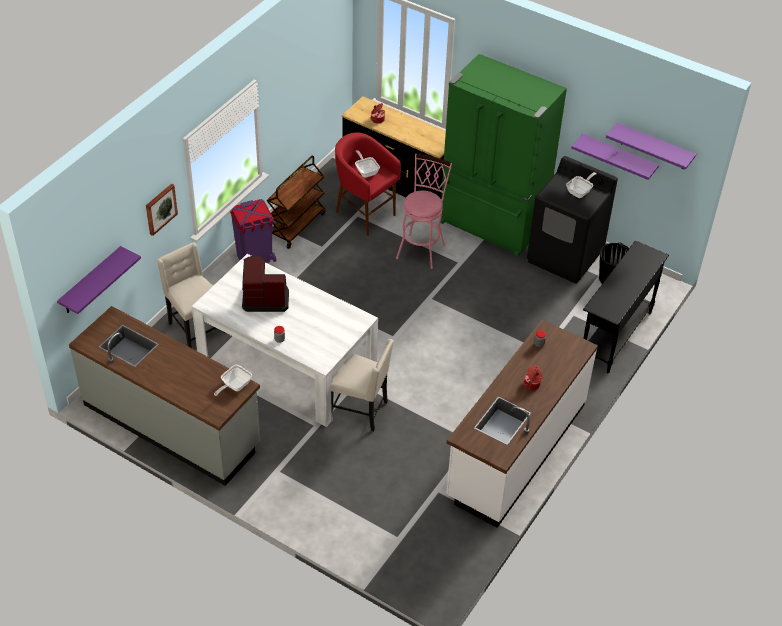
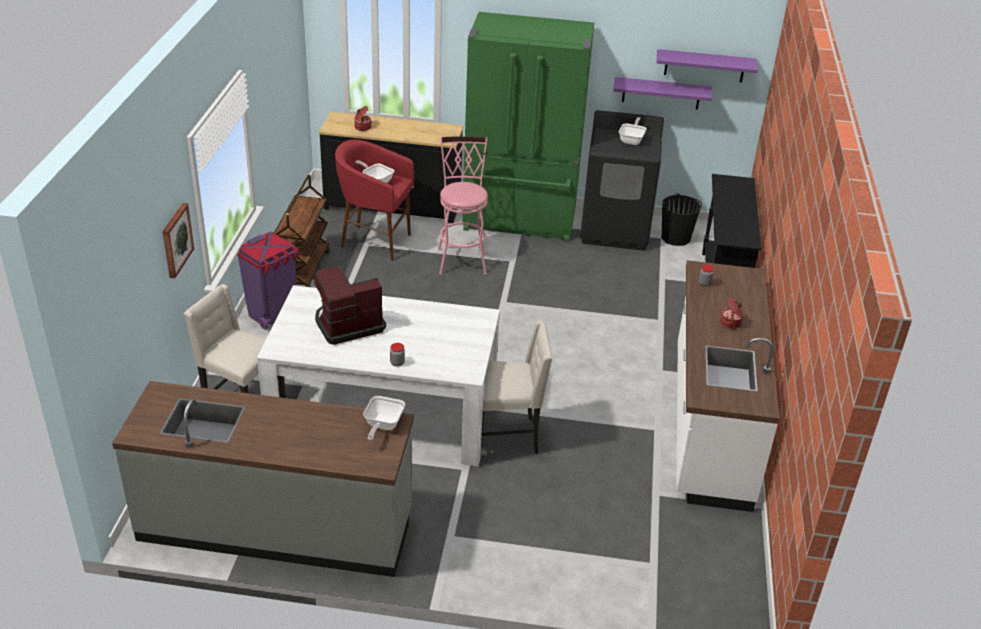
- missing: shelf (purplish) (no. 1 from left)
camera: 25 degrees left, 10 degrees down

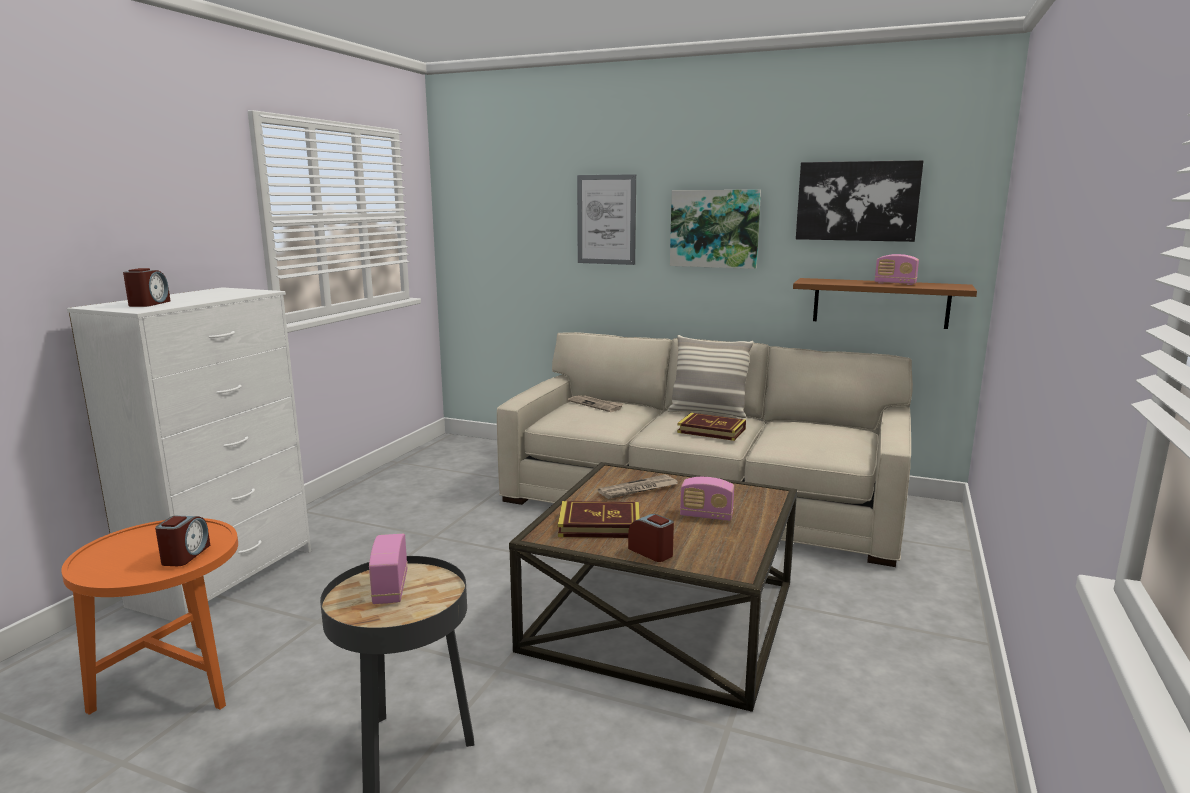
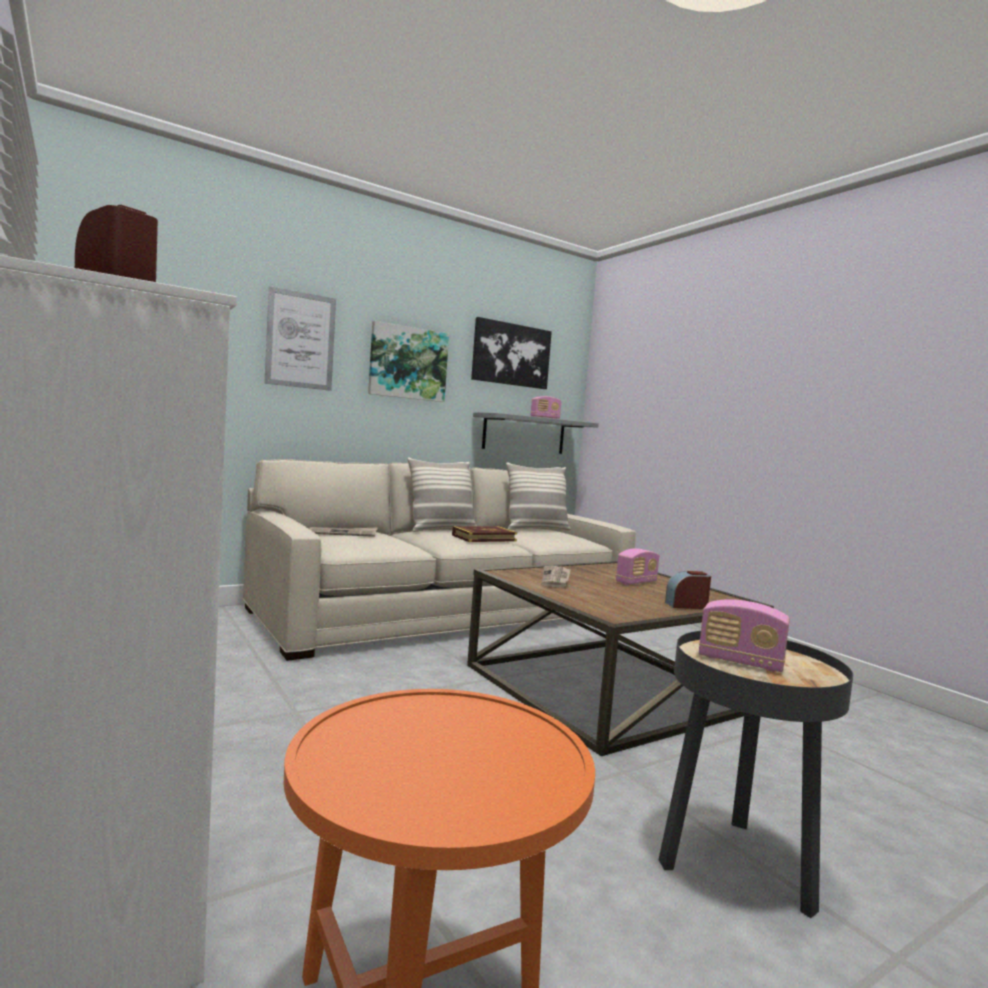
- missing: table clock (no. 2 from left)
- missing: book (no. 1 from left)
- colour: shelf (brown-coloured) to shelf (greyish)
- appeared: throw pillow (no. 2 from left)
camera: 55 degrees left, 10 degrees down

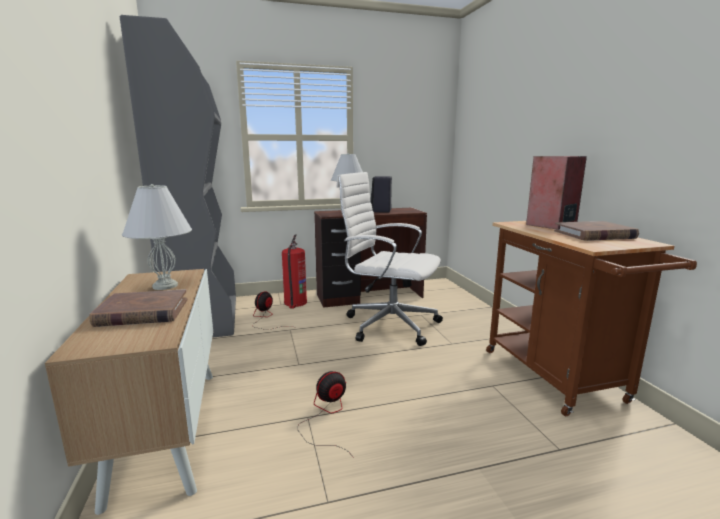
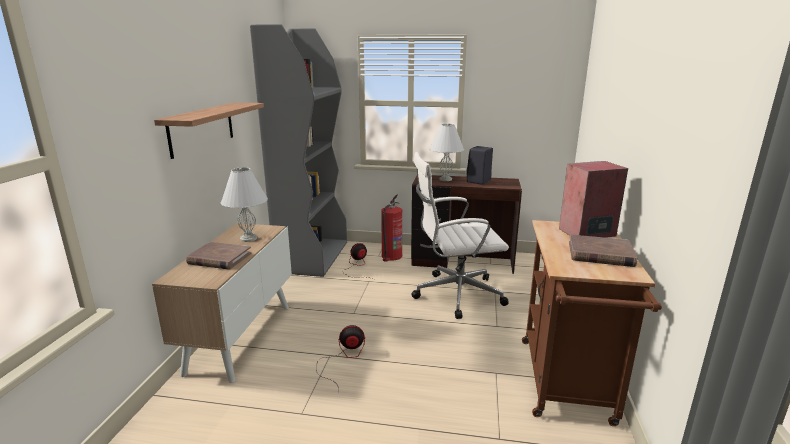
- spun: desk chair (white) 60 degrees counterclockwise
- appeared: shelf
camera: 25 degrees right, 5 degrees up

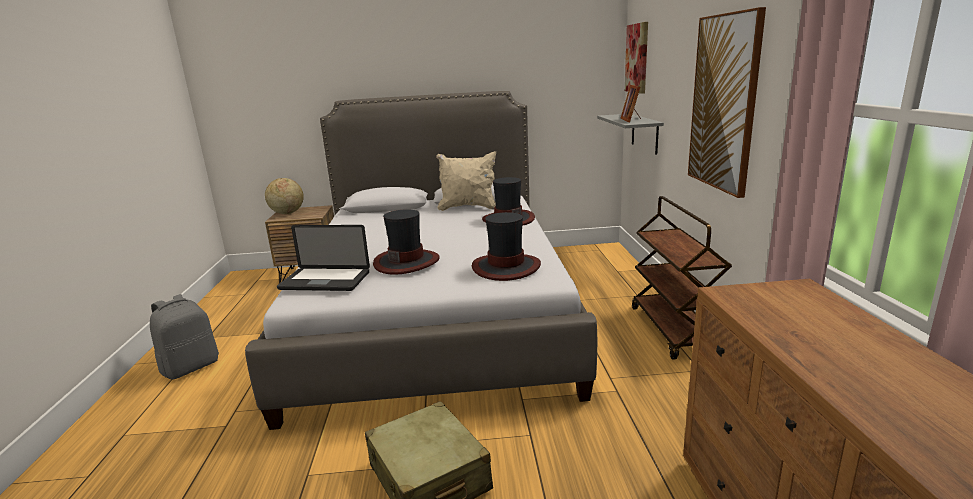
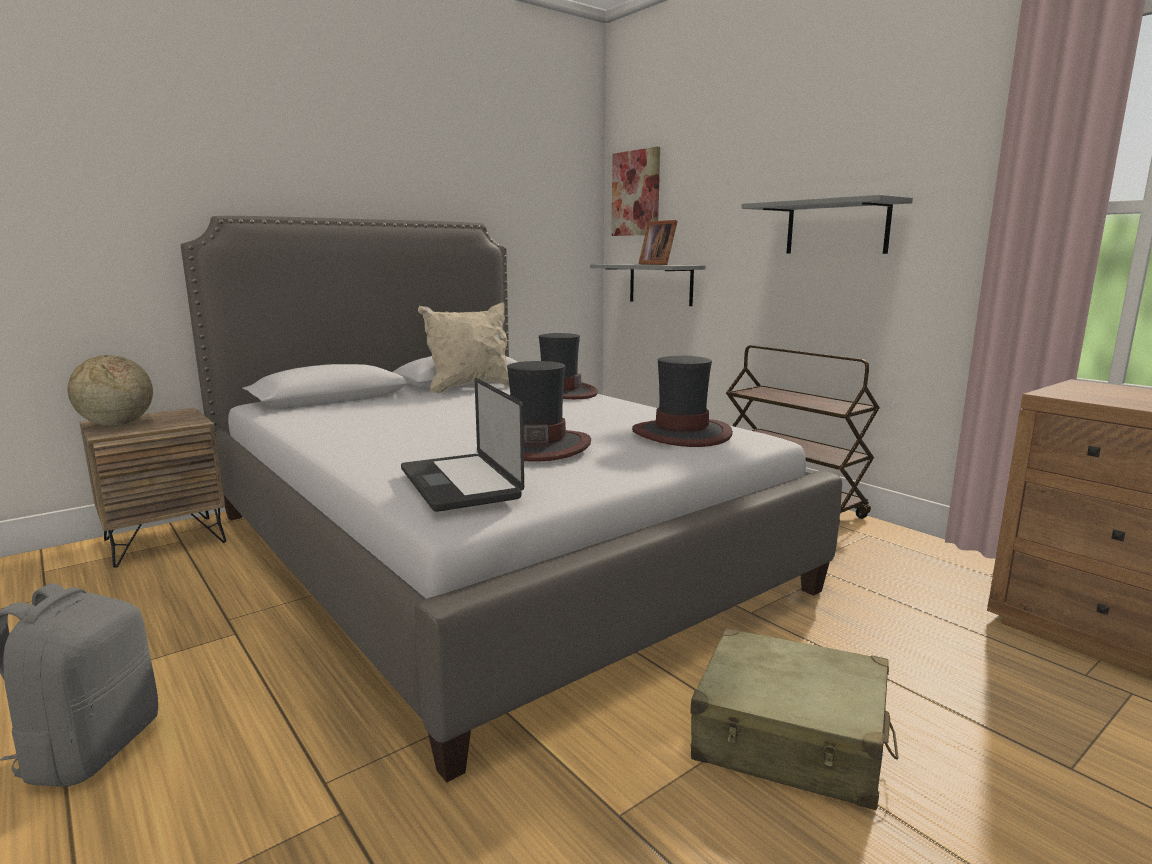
- spun: laptop 90 degrees clockwise
- exchanged: wall art (no. 2 from left) to shelf (greyish) (no. 2 from left)
camera: 35 degrees left, 5 degrees down

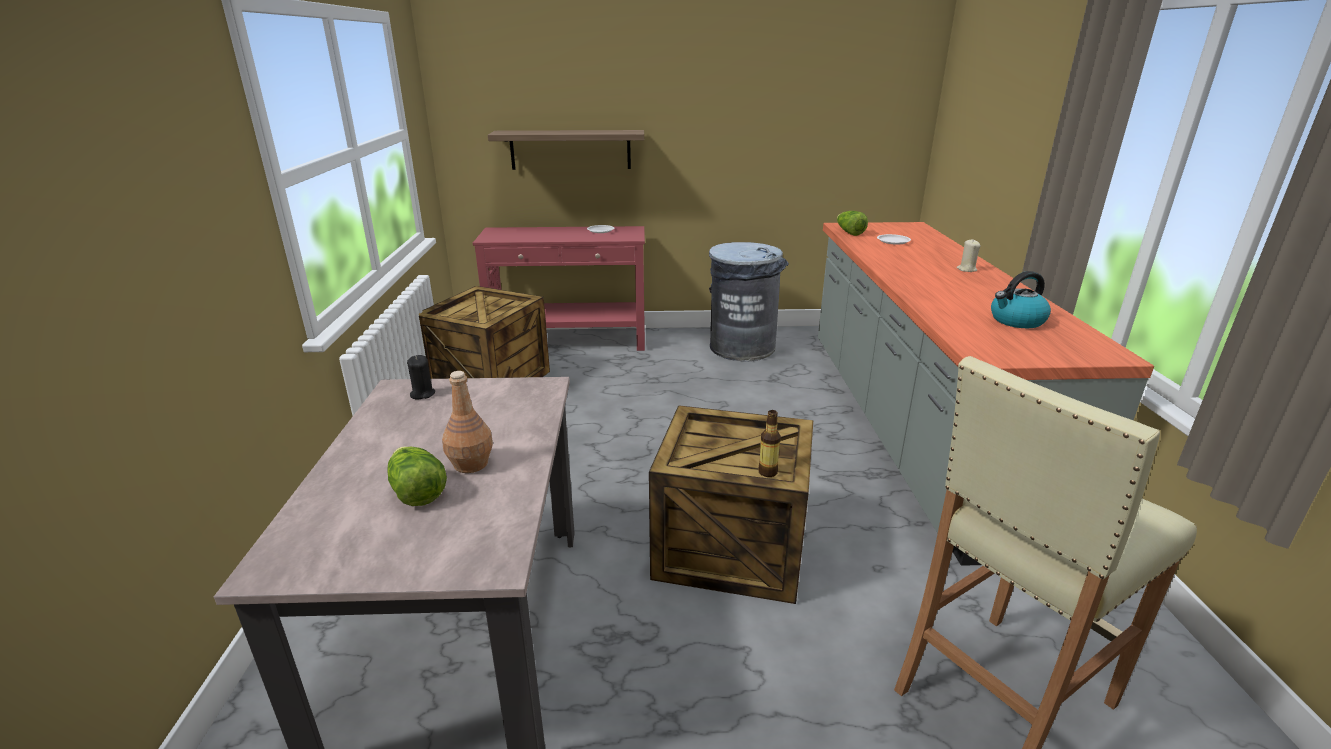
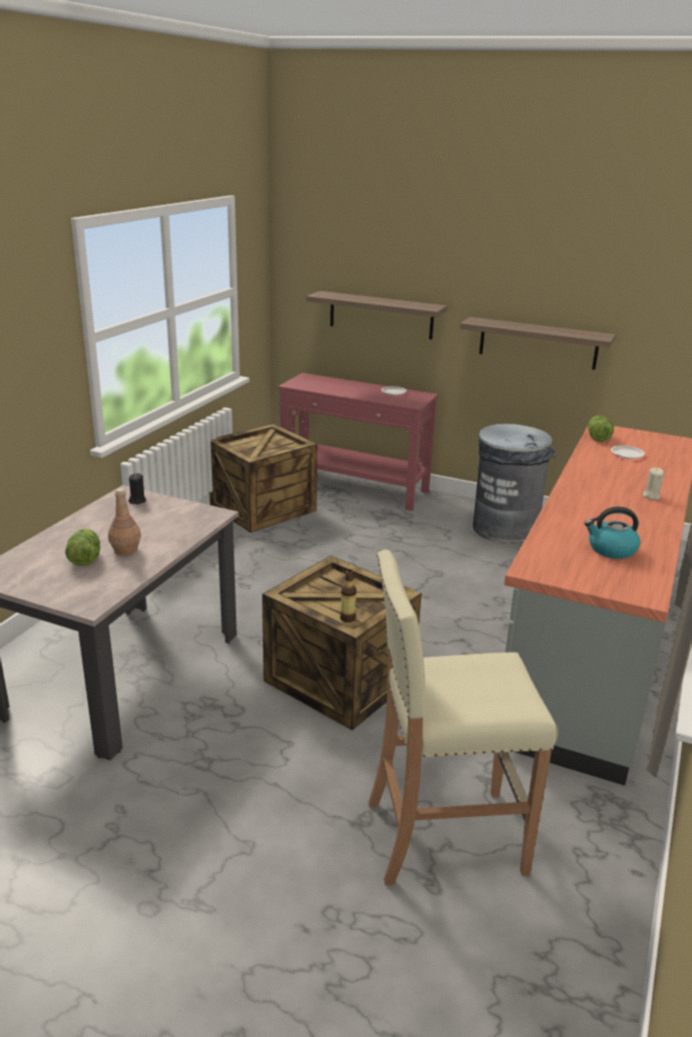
- appeared: shelf (no. 2 from left)
camera: 25 degrees right, 0 degrees up

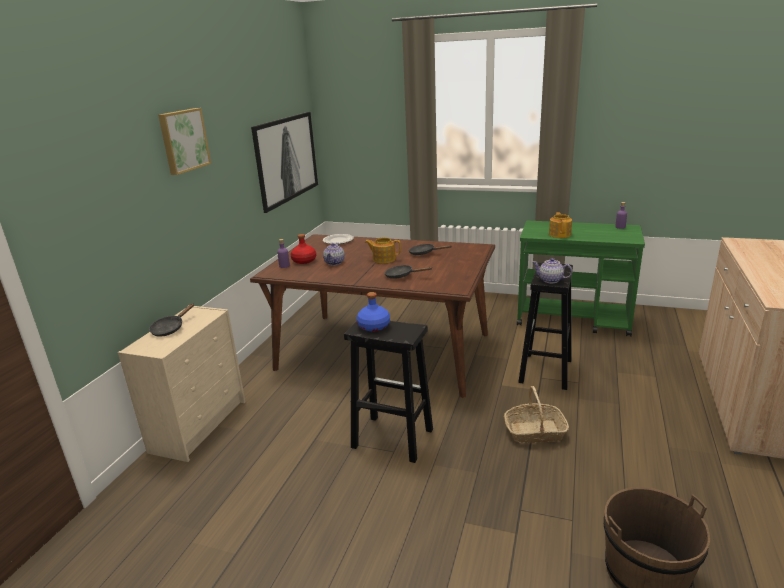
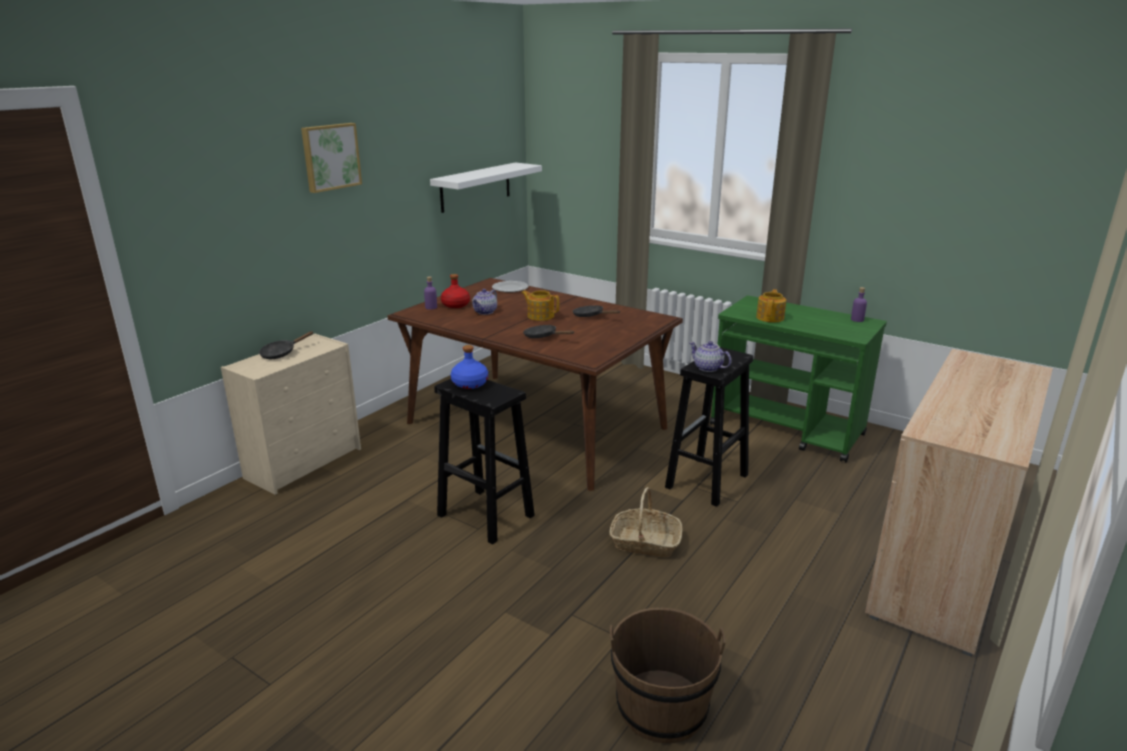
- exchanged: wall art (no. 2 from left) to shelf (white)
camera: 15 degrees right, 0 degrees up

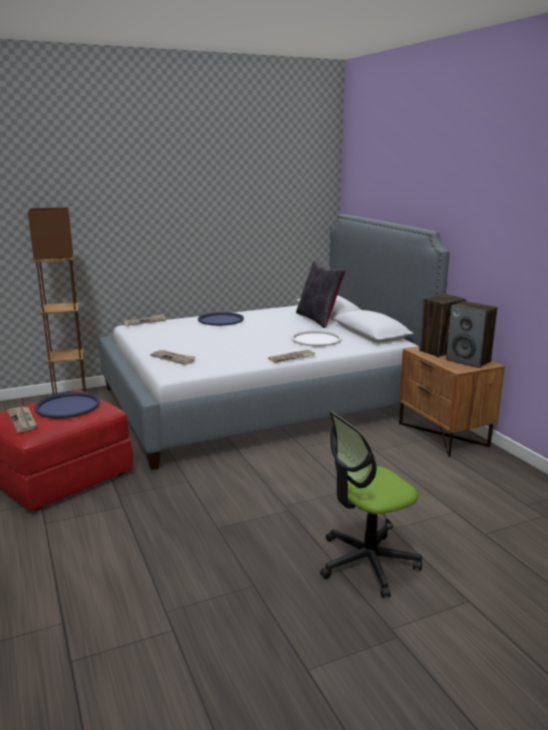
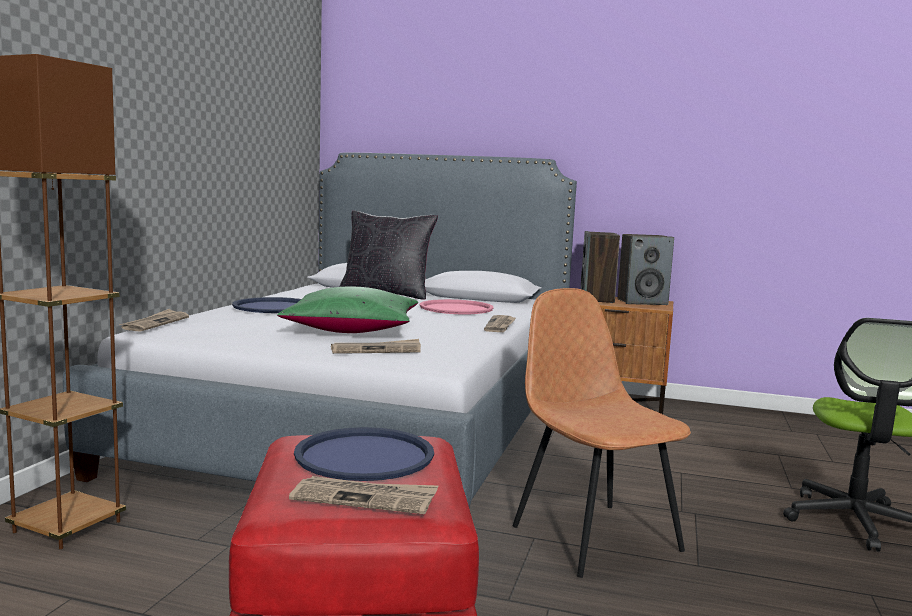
- colour: carrying tray (white) to carrying tray (pinkish)
- appeared: throw pillow (green-coloured)
- appeared: plain chair (brown-coloured)
camera: 50 degrees left, 10 degrees down

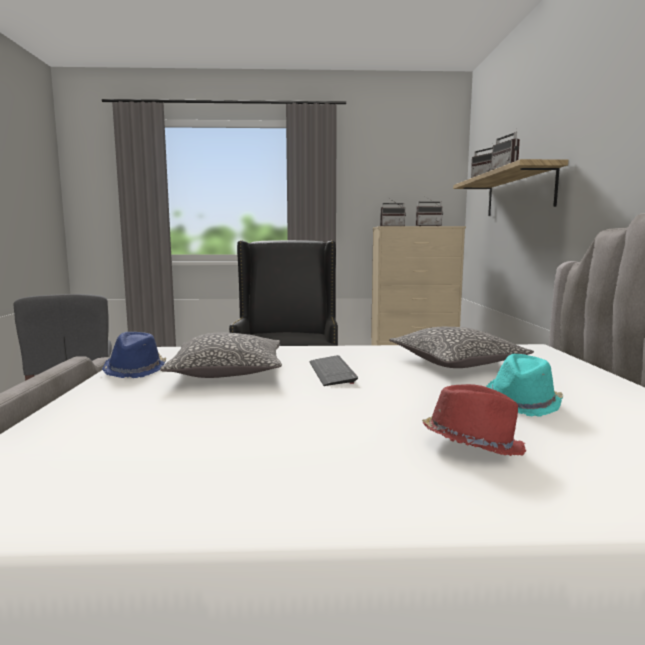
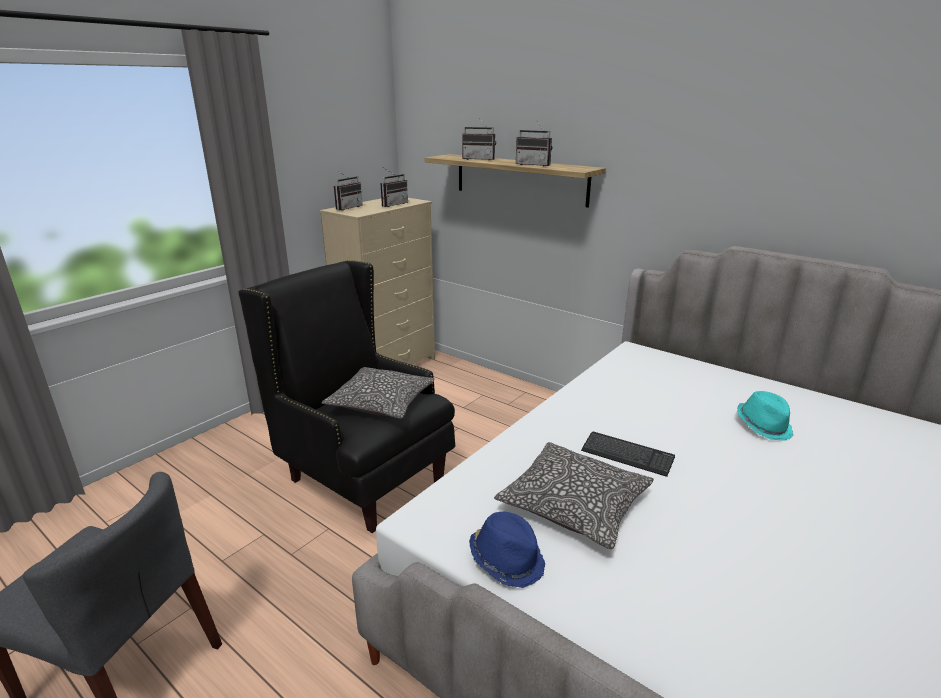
- relocated: throw pillow (no. 2 from left in the first image) to throw pillow (no. 1 from left)
- missing: clothing hat (red-coloured)
camera: 50 degrees left, 15 degrees up

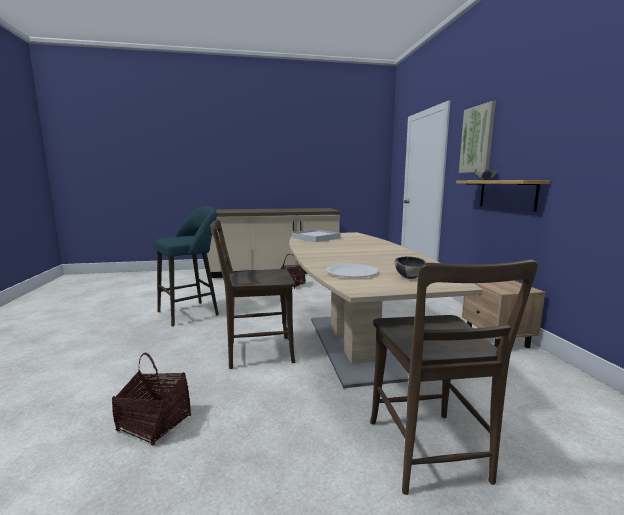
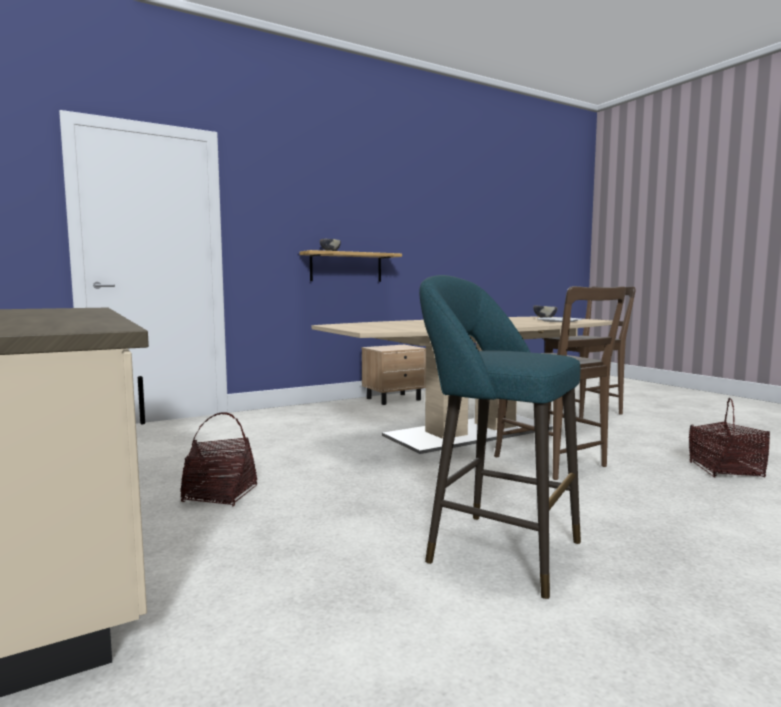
- missing: carrying tray (white)
- missing: wall art
camera: 110 degrees left, 5 degrees down

